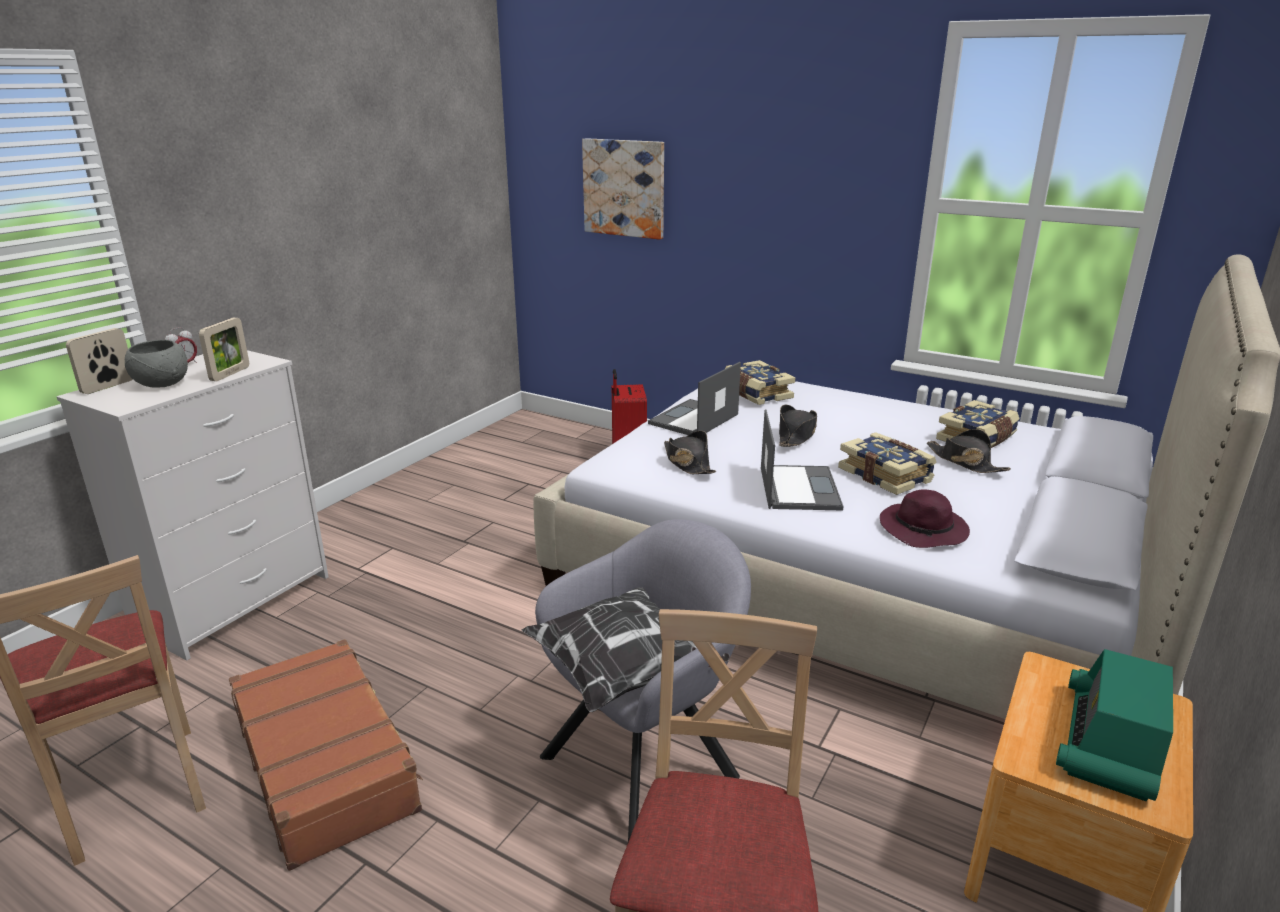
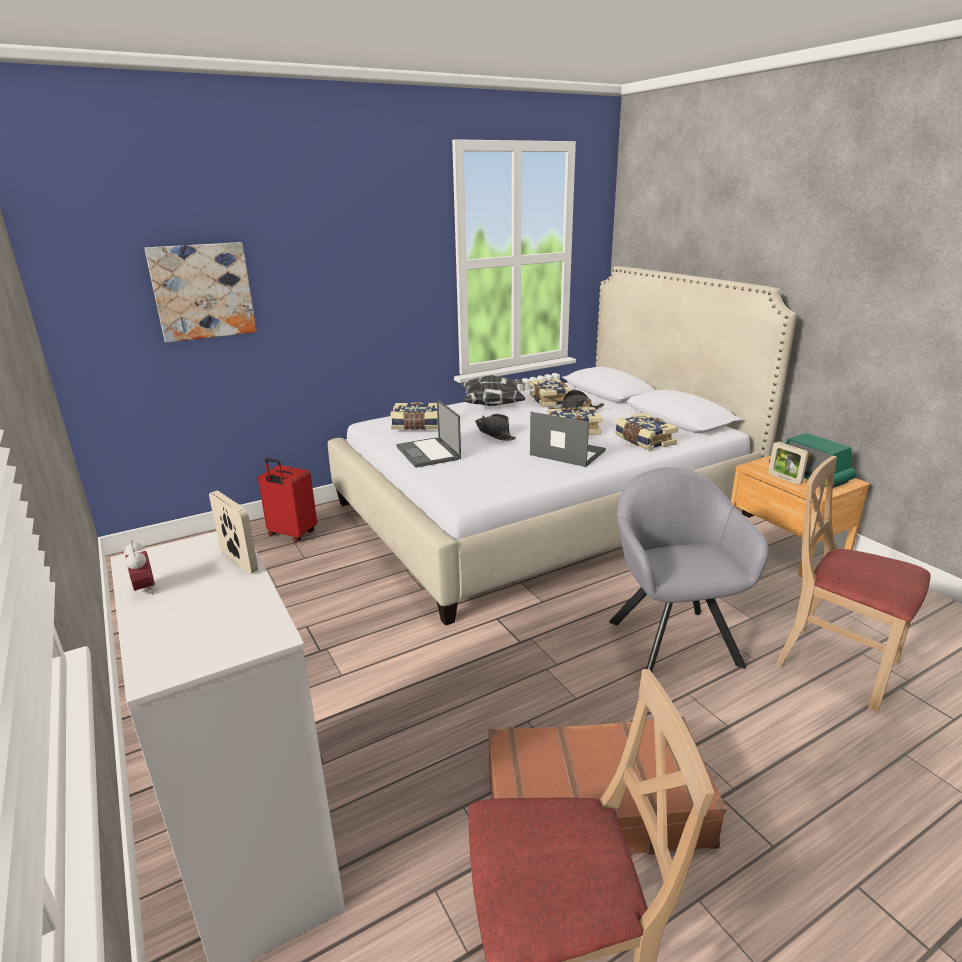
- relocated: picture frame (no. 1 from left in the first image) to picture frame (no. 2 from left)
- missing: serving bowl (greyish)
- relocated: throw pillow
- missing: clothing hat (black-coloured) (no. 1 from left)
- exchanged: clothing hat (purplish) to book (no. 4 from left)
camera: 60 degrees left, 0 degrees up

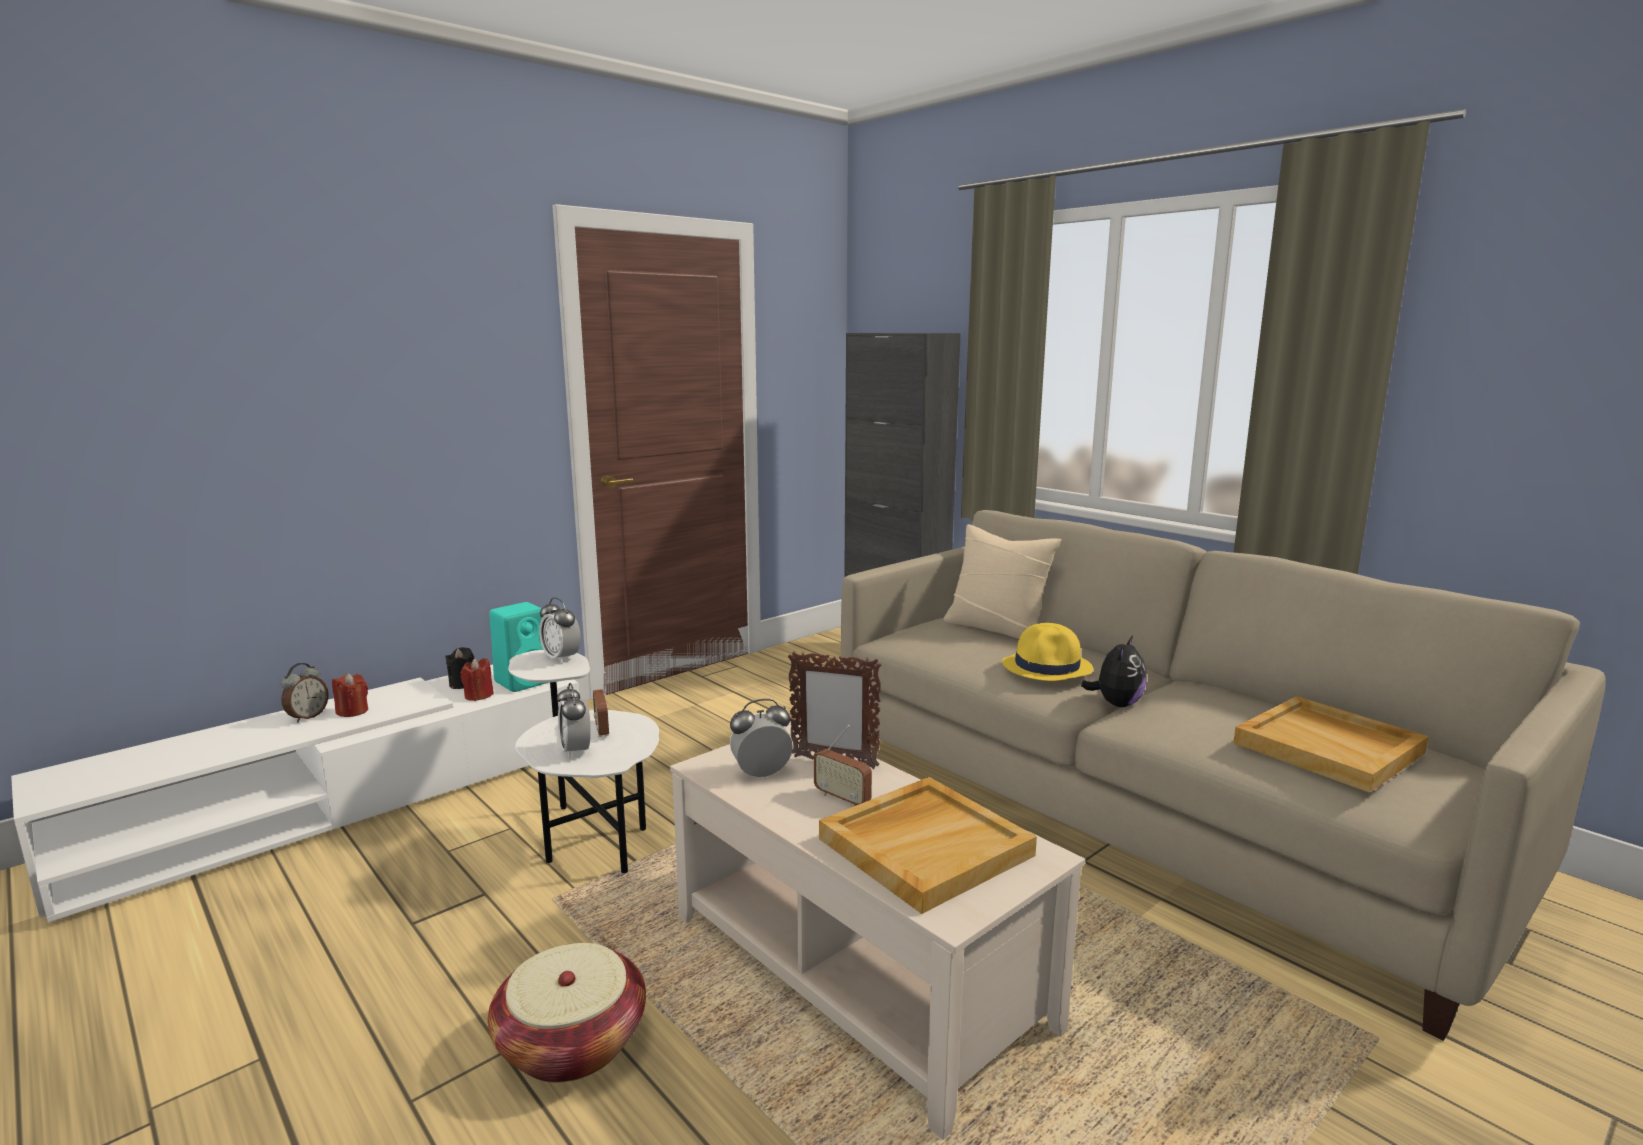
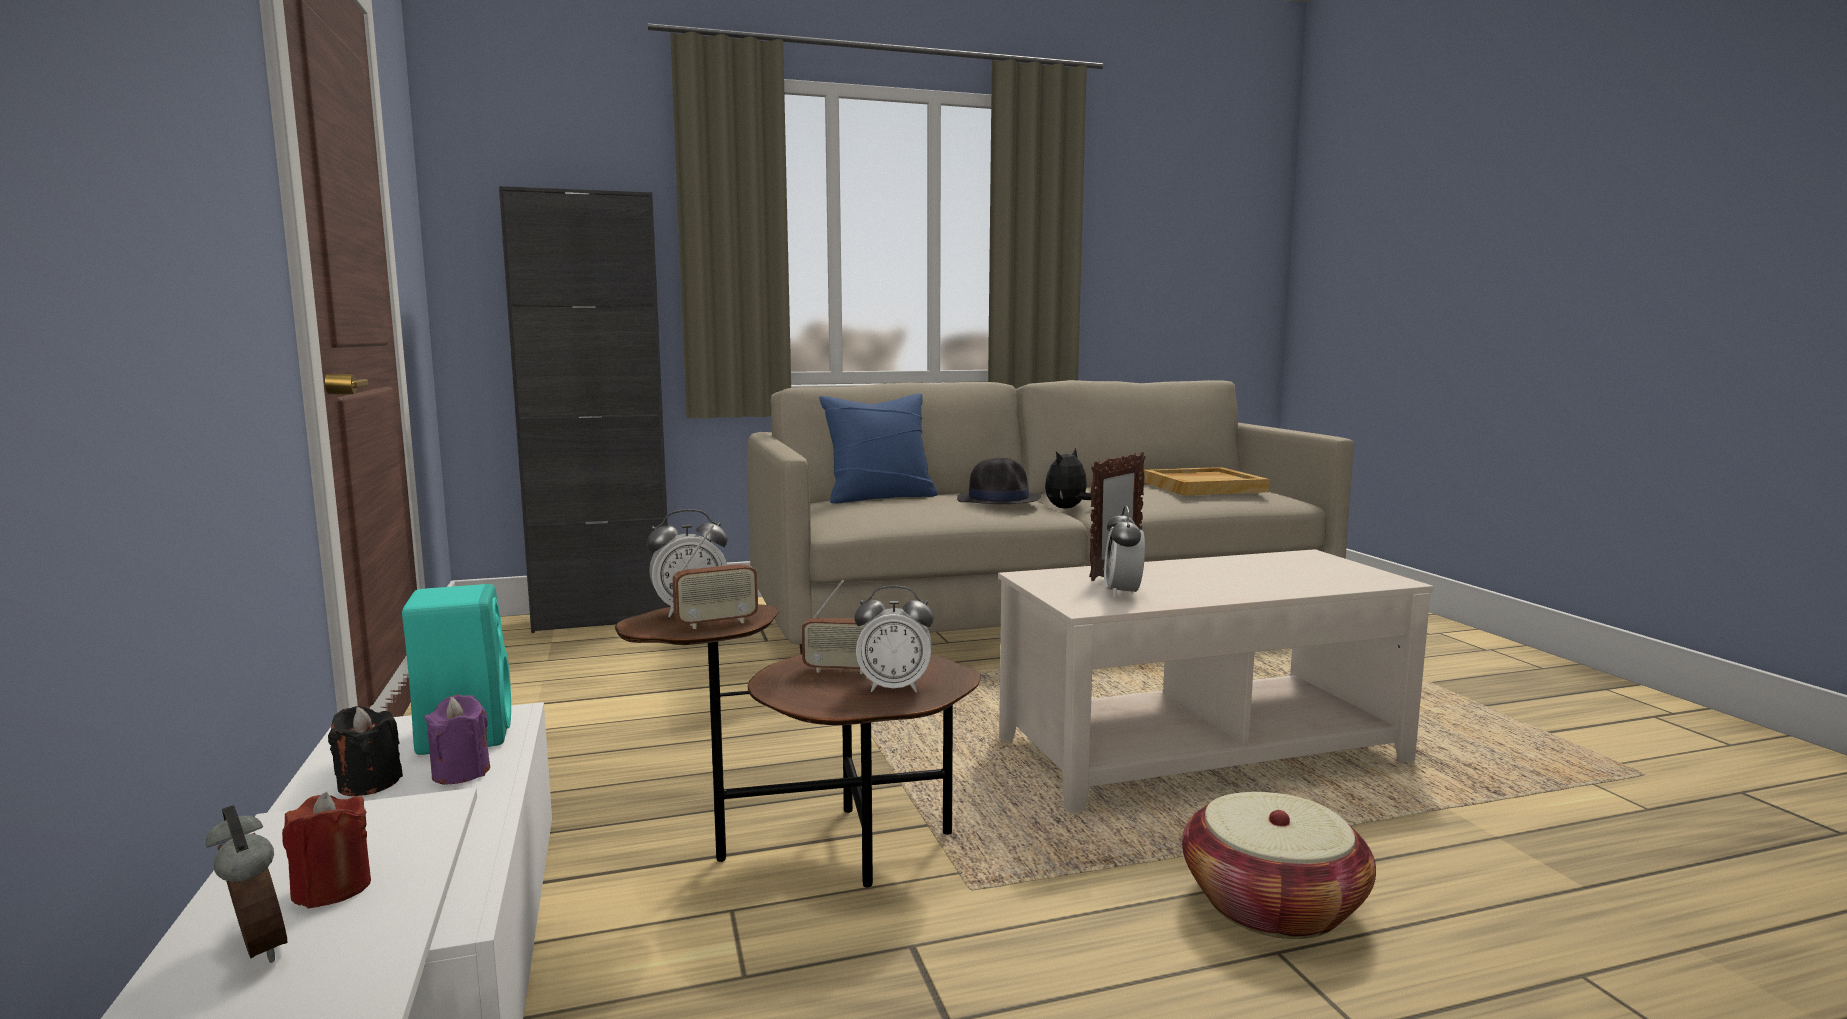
- colour: wax light (red-coloured) (no. 2 from left) to wax light (purplish)
- colour: side table (white) to side table (brown-coloured)
- relocated: radio receiver (no. 2 from left in the first image) to radio receiver (no. 1 from left)
- missing: carrying tray (beige) (no. 1 from left)
- colour: throw pillow (beige) to throw pillow (blue-coloured)
- colour: clothing hat (yellow) to clothing hat (black-coloured)
- spun: plush toy 105 degrees counterclockwise
camera: 65 degrees left, 5 degrees down

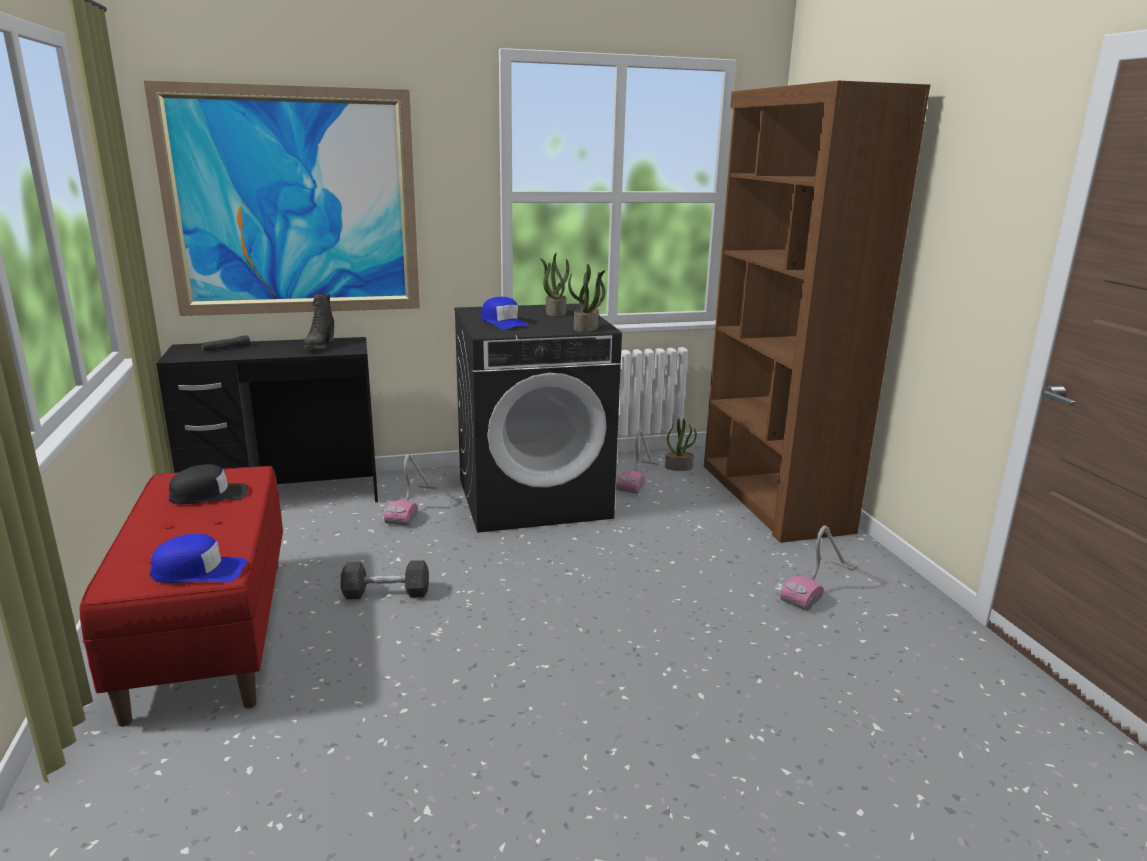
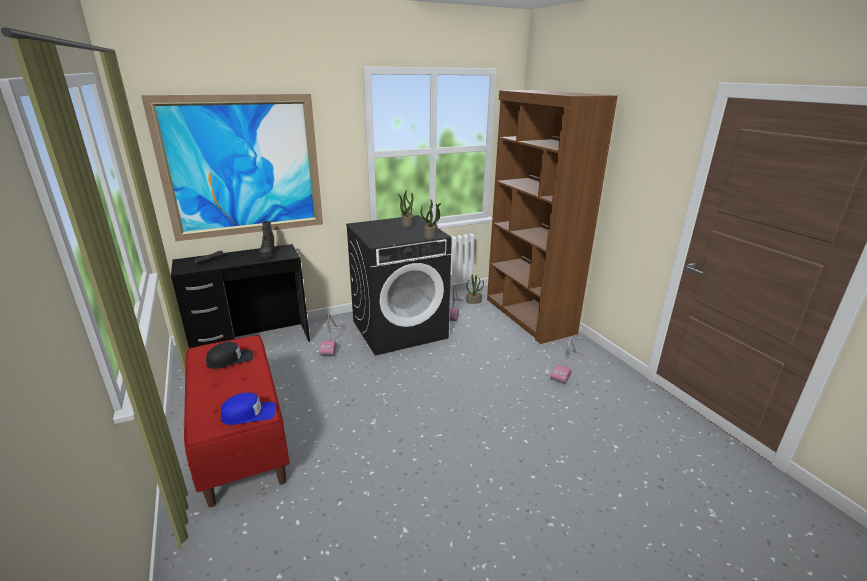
- missing: dumbbell (greyish)
- missing: cap (blue-coloured) (no. 2 from left)
camera: 10 degrees left, 5 degrees up

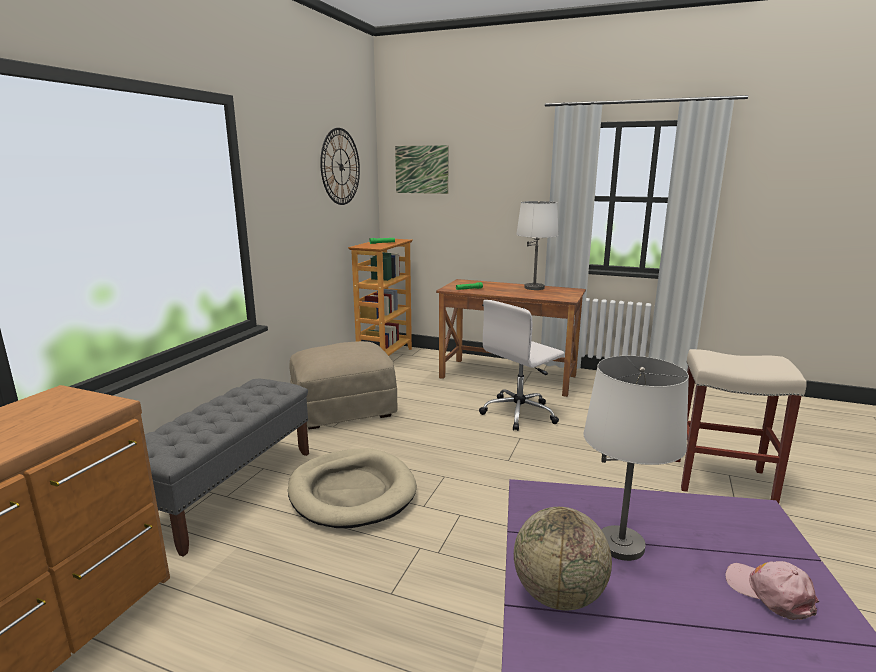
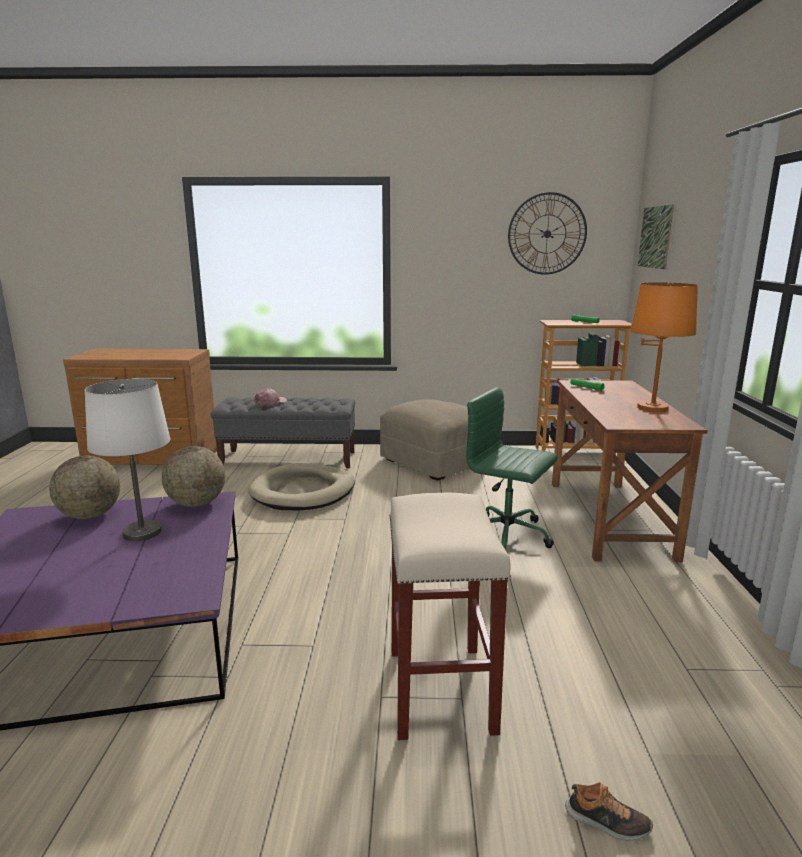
- colour: desk chair (white) to desk chair (green-coloured)
- colour: tabletop lamp (white) (no. 1 from left) to tabletop lamp (orange-coloured)
- relocated: cap (pinkish)
- appeared: world globe (no. 2 from left)
- appeared: shoe
camera: 70 degrees right, 0 degrees up

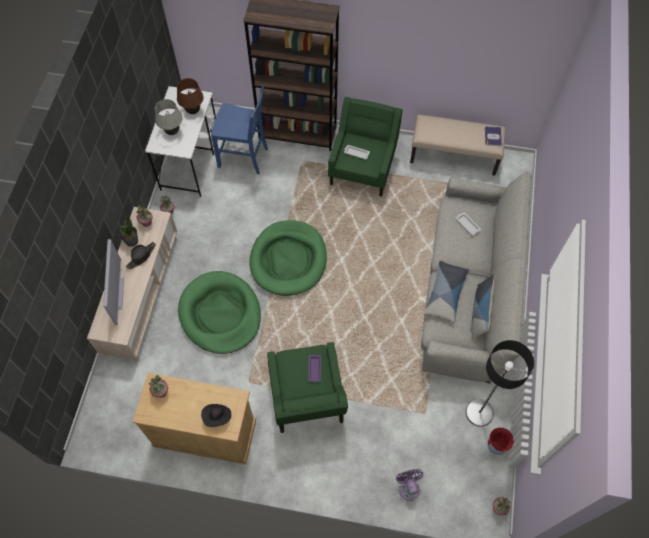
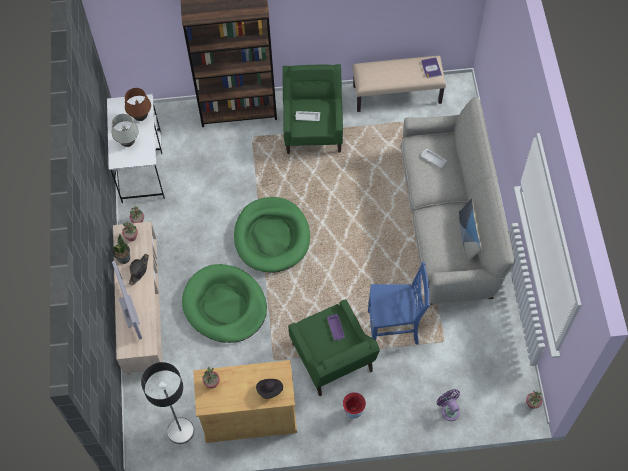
- relocated: plain chair (blue-coloured)
- missing: throw pillow (no. 1 from left)
- relocated: floor lamp
- relocated: flower vase
camera: 15 degrees left, 0 degrees up

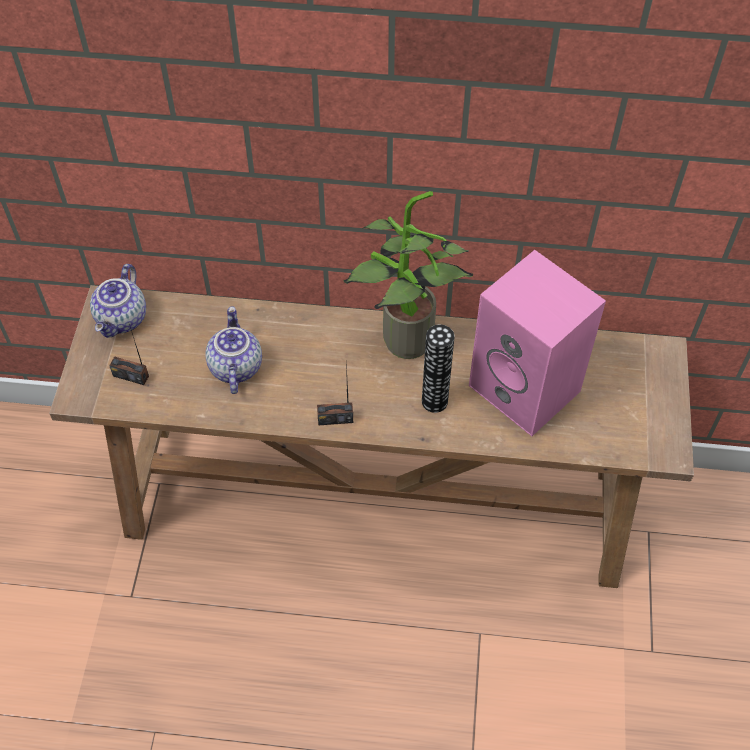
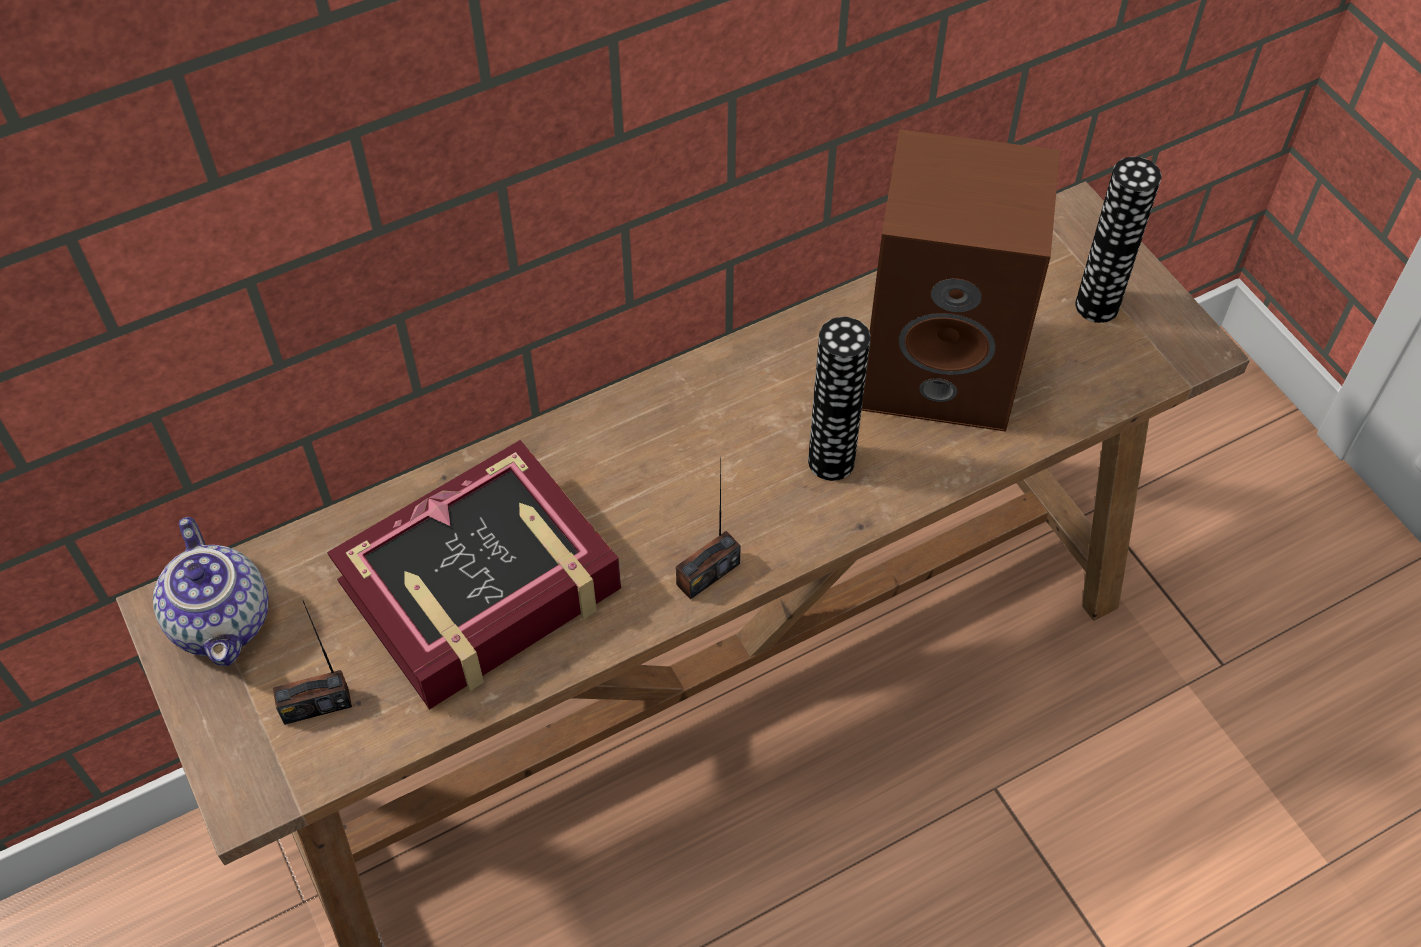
- exchanged: pot for tea (no. 2 from left) to book
- missing: potted plant
- colour: speaker (pinkish) to speaker (brown-coloured)
- appeared: flower vase (no. 2 from left)
camera: 35 degrees left, 0 degrees up

